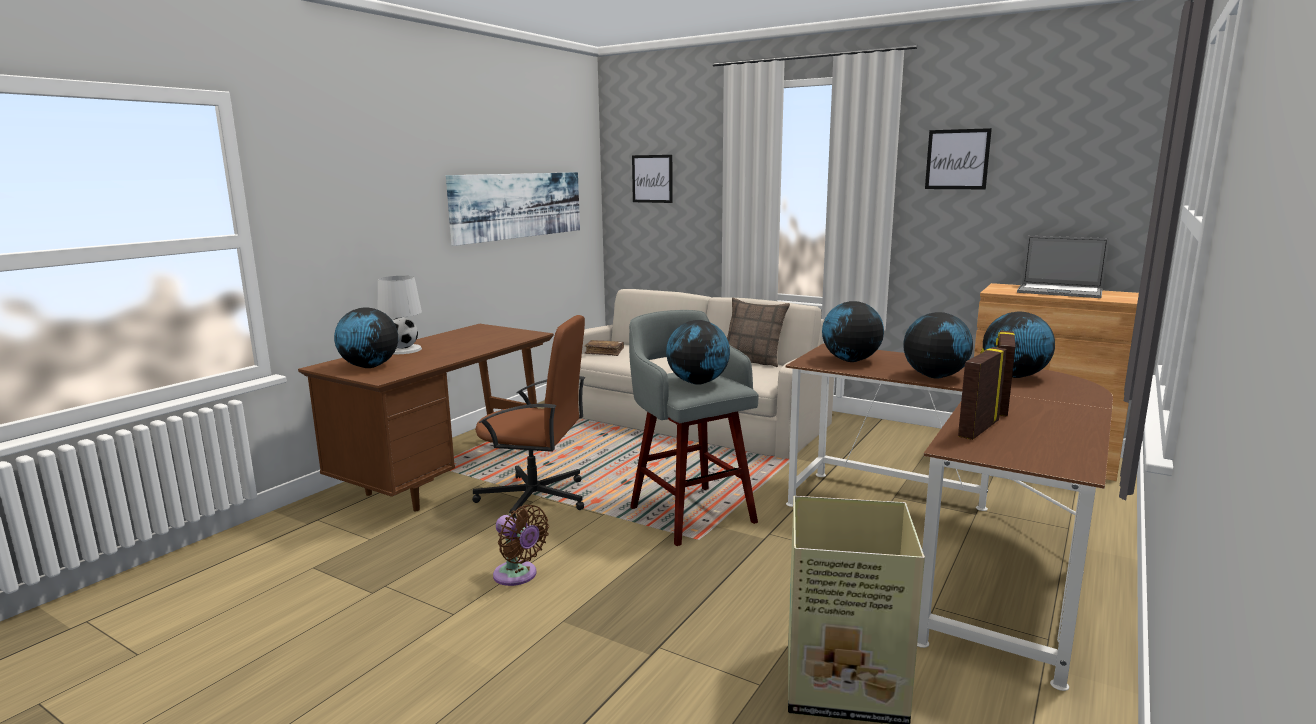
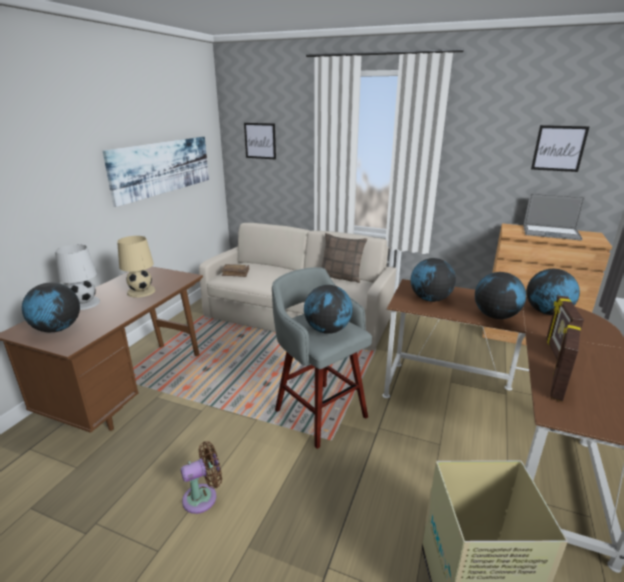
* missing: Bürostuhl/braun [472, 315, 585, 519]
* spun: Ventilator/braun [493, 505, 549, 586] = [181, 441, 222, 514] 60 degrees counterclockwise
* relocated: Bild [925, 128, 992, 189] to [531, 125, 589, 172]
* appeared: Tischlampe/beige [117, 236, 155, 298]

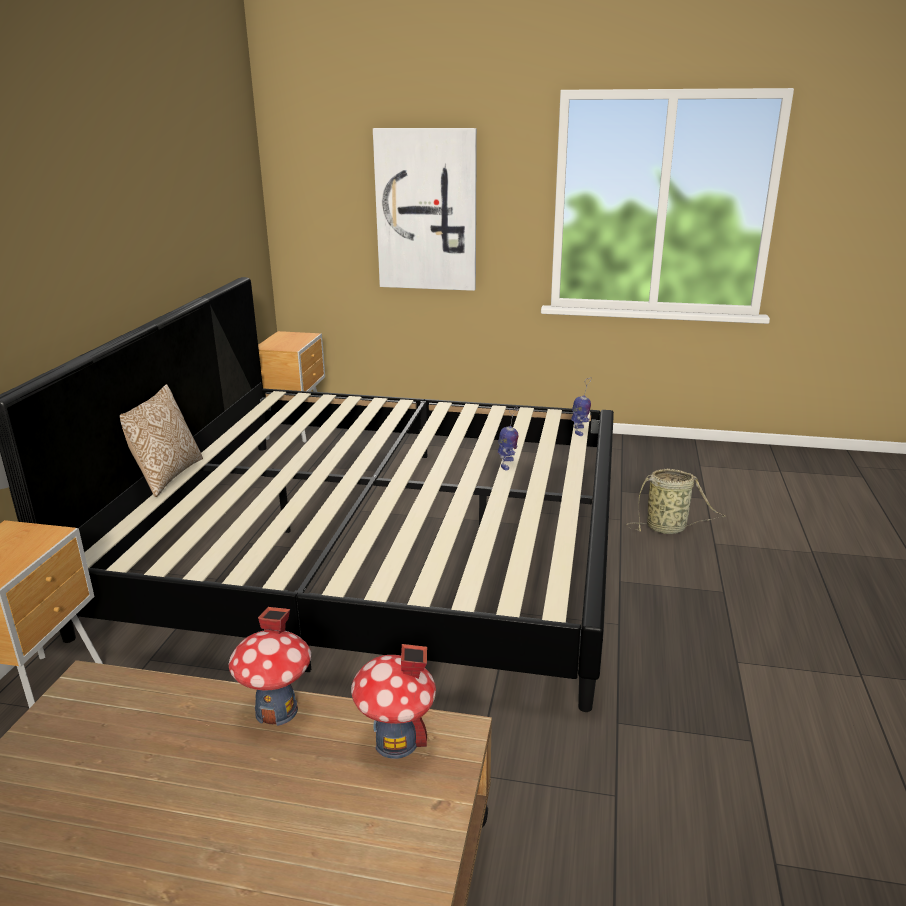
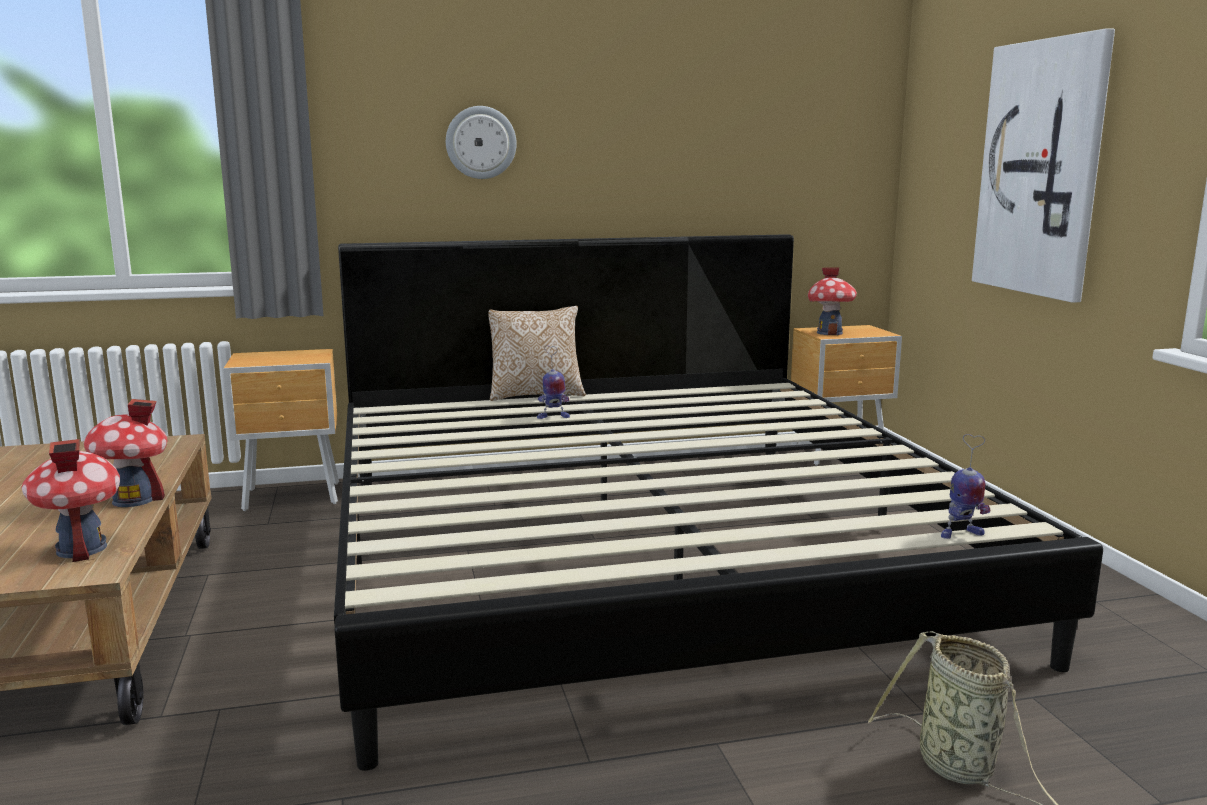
* relocated: Spielzeugroboter [498, 407, 519, 470] to [537, 345, 570, 419]
* appeared: Wanduhr [446, 106, 517, 179]
* appeared: Spielzeughaus [808, 267, 857, 335]

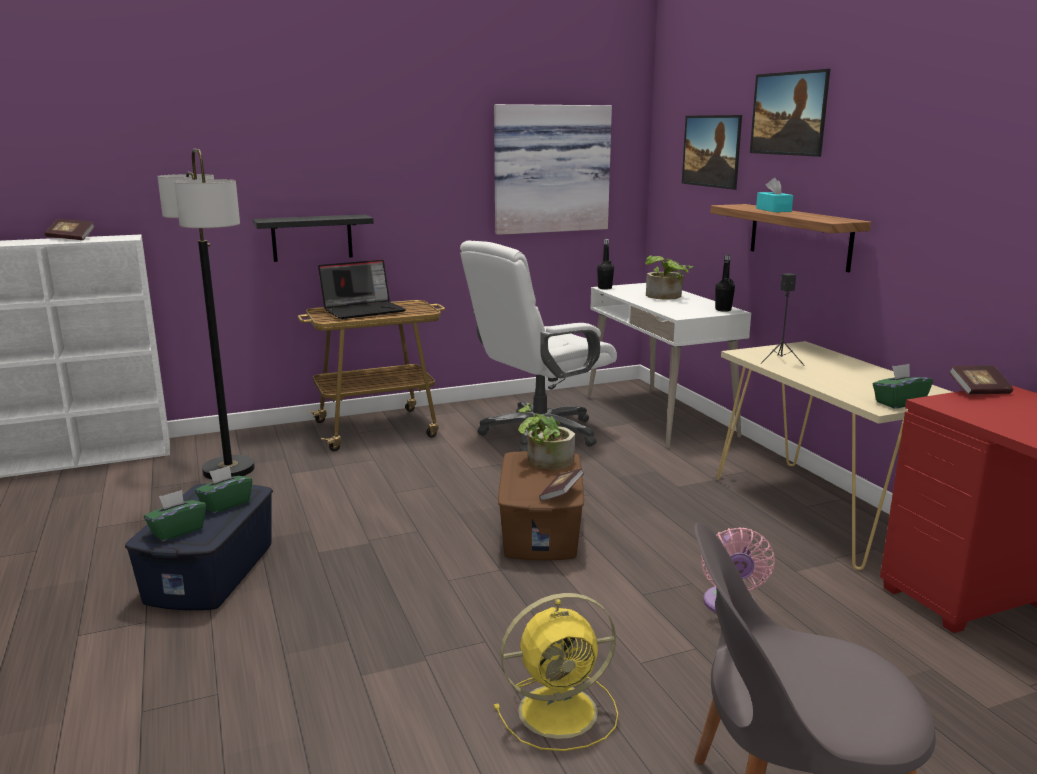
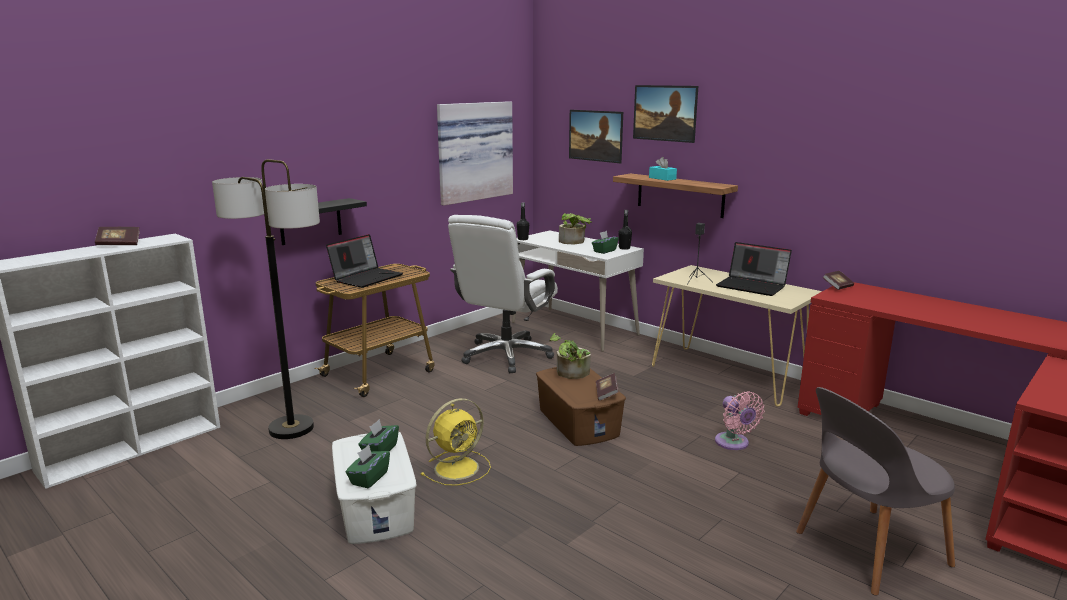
* colour: Aufbewahrungsbox/blau [125, 483, 273, 610] to Aufbewahrungsbox/weiß [332, 432, 417, 544]
* relocated: Ventilator/gelb [494, 593, 618, 751] to [420, 398, 491, 486]
* relocated: Taschentuchbox/grün [873, 364, 933, 408] to [592, 231, 619, 254]
* appeared: Laptop [716, 242, 792, 296]

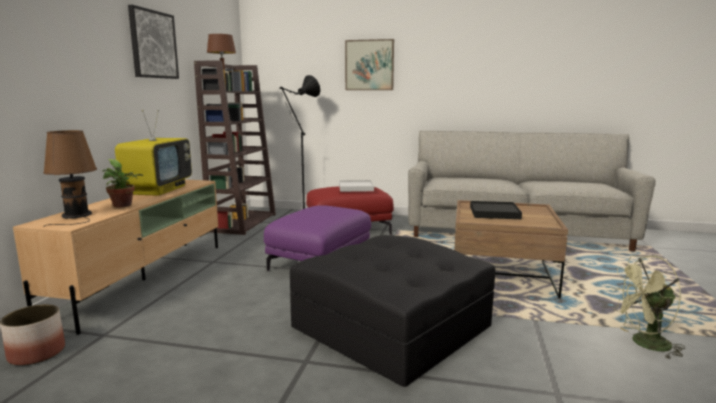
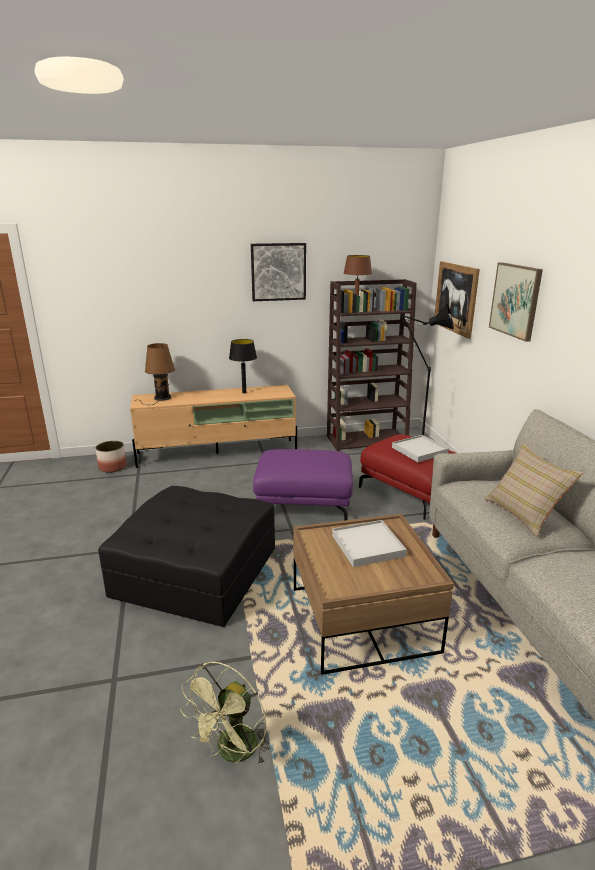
* missing: Topfpflanze [102, 159, 143, 207]
* exchanged: Fernseher [115, 110, 192, 196] to Tischlampe/schwarz [229, 339, 257, 393]
* colour: Tablett/schwarz [470, 201, 522, 219] to Tablett/weiß [332, 520, 407, 567]
* spun: Ventilator/grün [611, 255, 685, 359] = [180, 662, 270, 765] 120 degrees counterclockwise
* appeared: Bild [435, 261, 480, 339]
* appeared: Kissen/beige [484, 443, 583, 537]

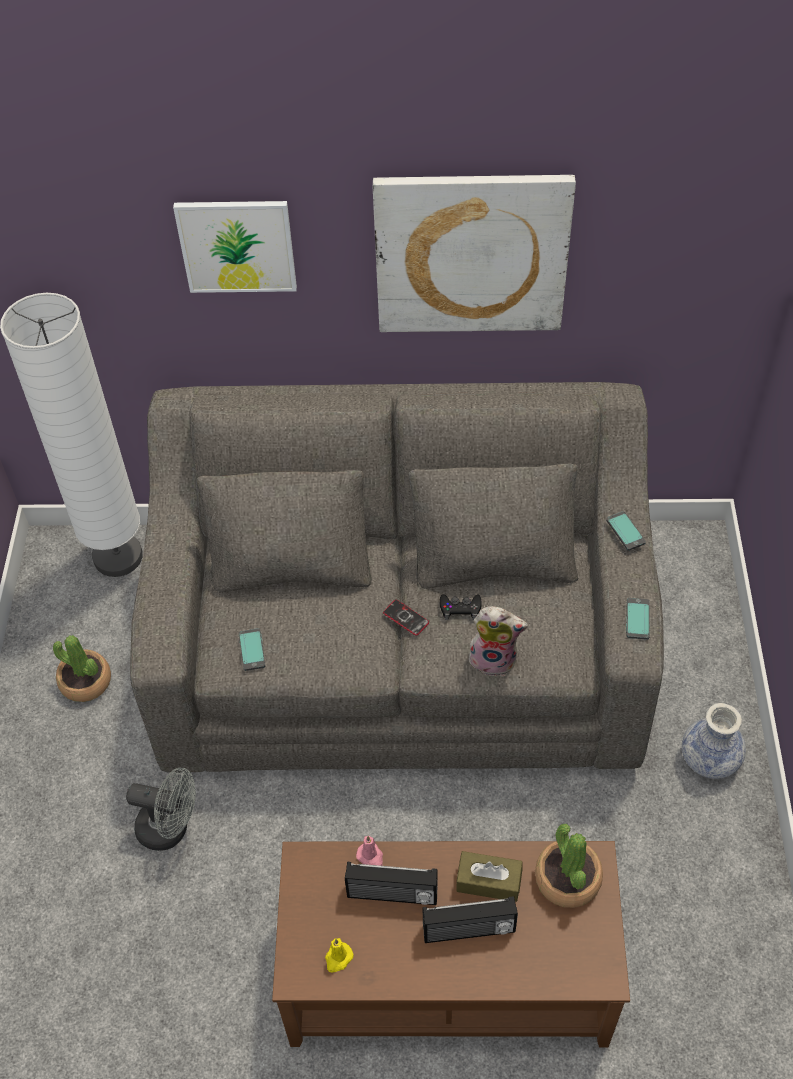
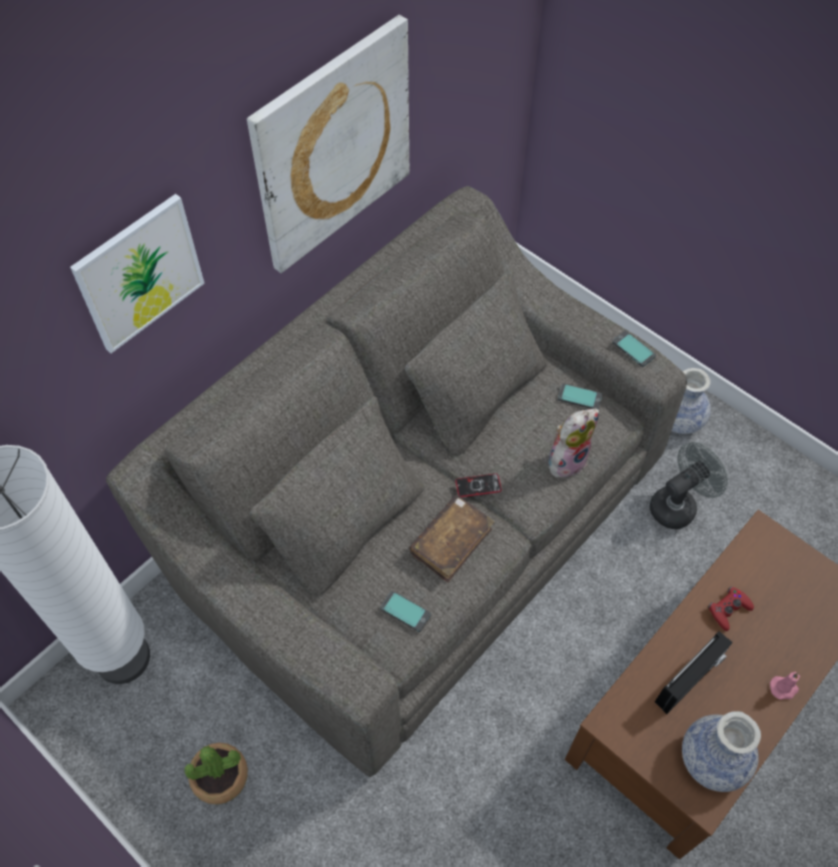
* relocated: Ventilator/grau [126, 768, 196, 851] to [649, 442, 728, 529]
* exchanged: Kerze/gelb [325, 938, 354, 973] to Vase [682, 711, 761, 792]
* relocated: Kerze/rosa [356, 836, 383, 866] to [770, 672, 800, 700]
* missing: Radio [423, 896, 518, 943]
* missing: Gamepad/schwarz [440, 594, 482, 620]
* exchanged: Taschentuchbox/braun [456, 851, 523, 902] to Gamepad/rot [708, 586, 754, 631]
* missing: Topfpflanze [535, 824, 603, 908]
* relocated: Handy [606, 511, 646, 551] to [558, 384, 603, 409]
* appeared: Buch/braun [409, 495, 494, 583]

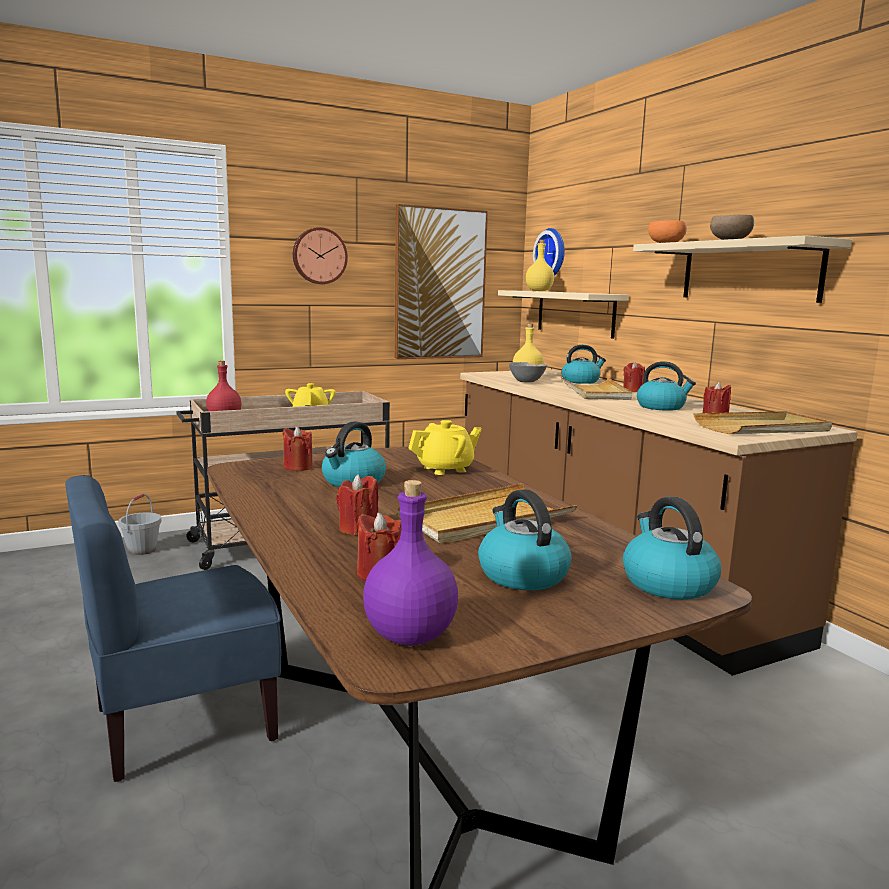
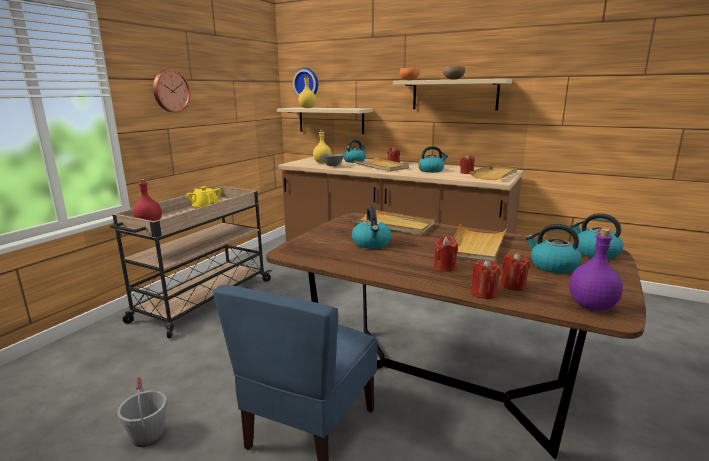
* relocated: Eimer/grau [118, 494, 162, 555] to [117, 376, 168, 447]
* relocated: Kerze/rot [282, 426, 313, 471] to [471, 259, 500, 299]
* missing: Bild [394, 204, 488, 359]
* exchanged: Teekanne/gelb [408, 420, 482, 475] to Tablett/beige [350, 210, 435, 235]

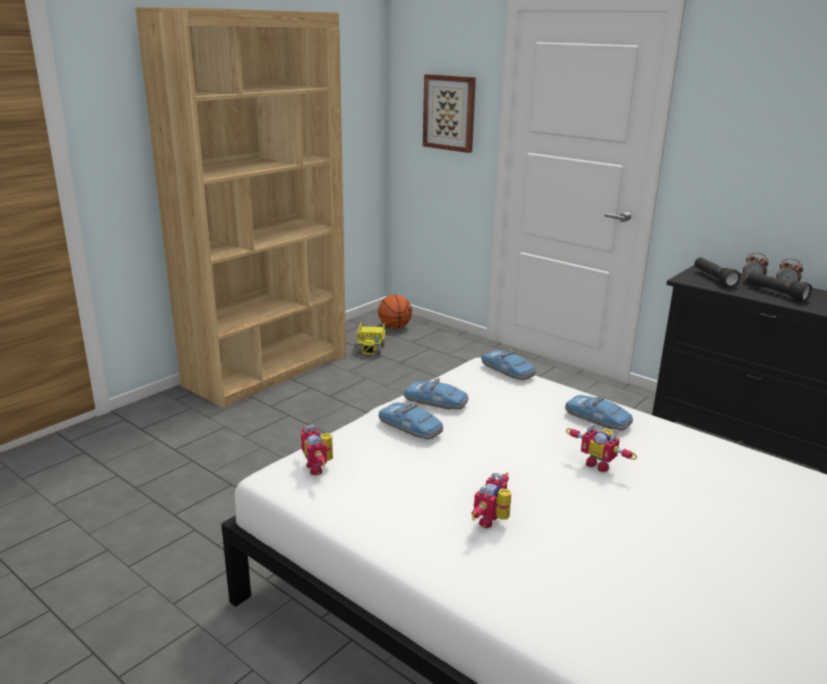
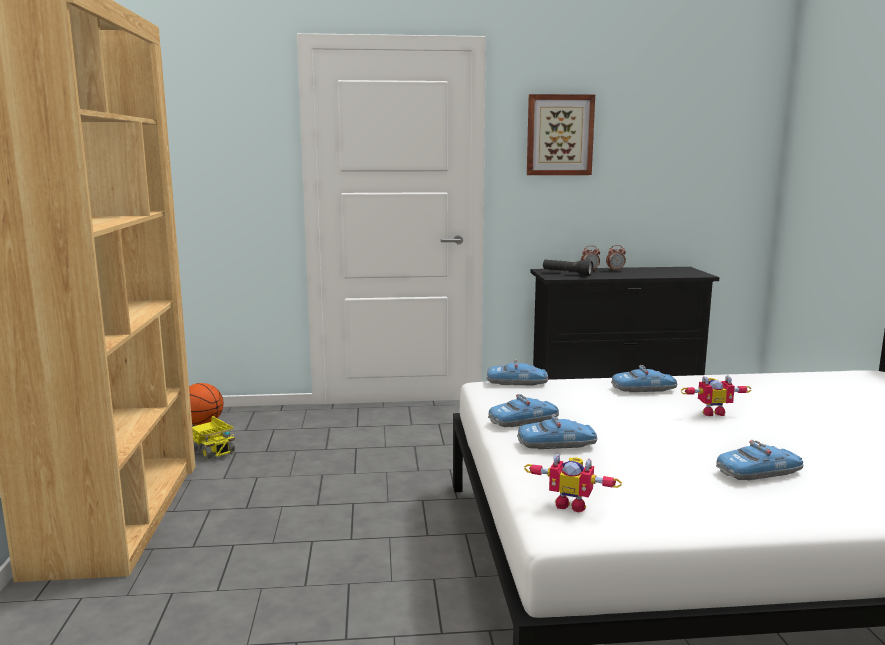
* relocated: Bild [423, 74, 476, 153] to [527, 94, 595, 175]
* exchanged: Spielzeugroboter [471, 472, 511, 528] to Spielzeugauto [716, 440, 803, 481]
* missing: Taschenlampe/schwarz [747, 272, 812, 302]

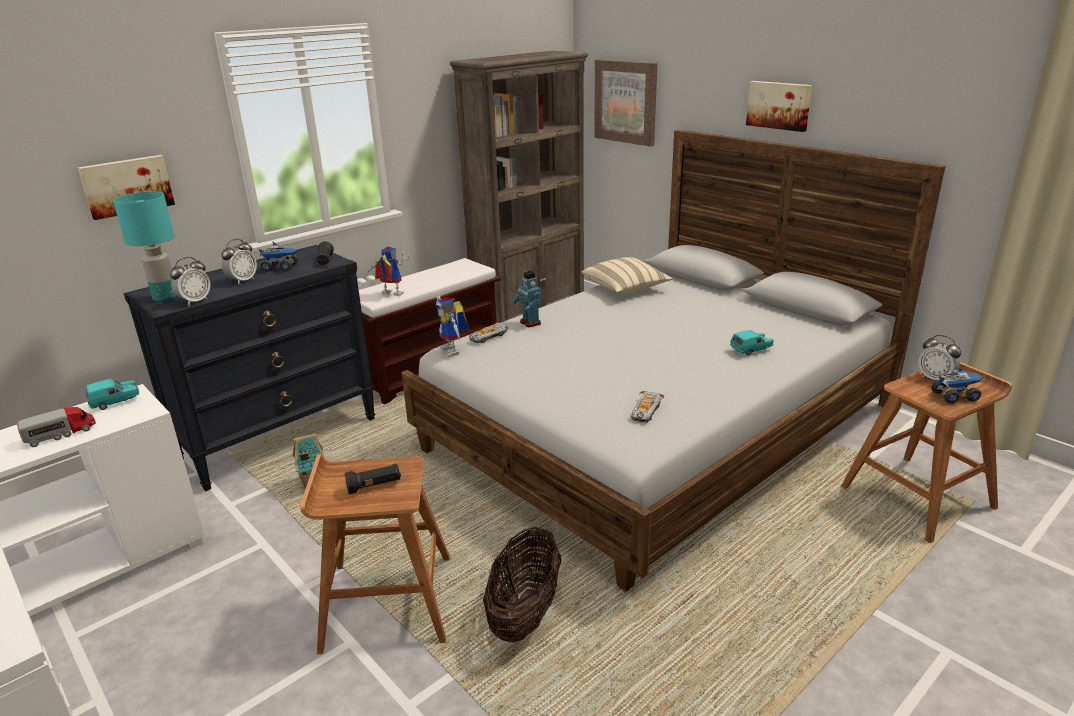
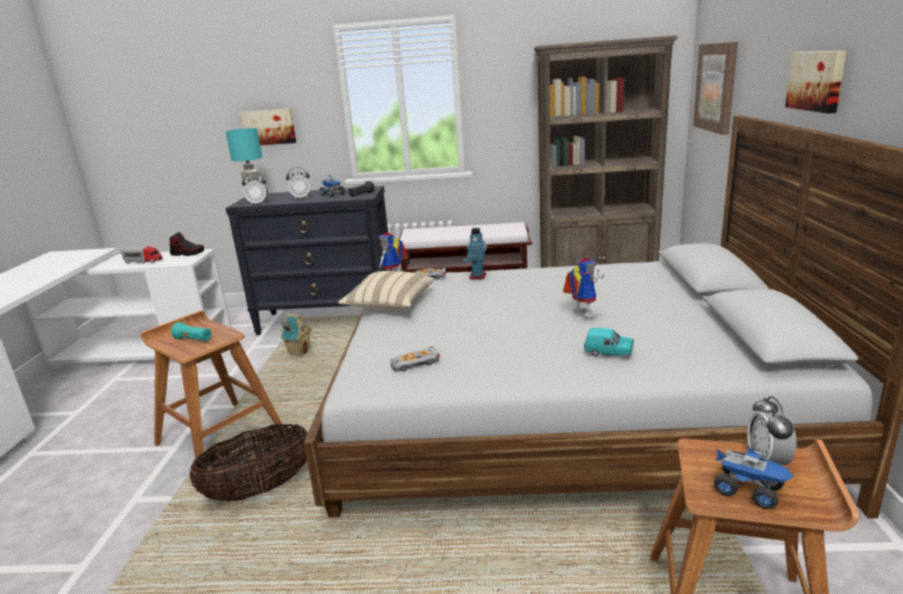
* exchanged: Spielzeugauto/türkis [86, 379, 139, 410] to Schuh [170, 232, 204, 256]
* colour: Taschenlampe/schwarz [345, 463, 401, 494] to Taschenlampe/türkis [171, 322, 212, 341]
* relocated: Spielzeugroboter [367, 246, 409, 296] to [563, 258, 604, 319]
* relocated: Kissen/beige [581, 257, 673, 293] to [338, 271, 434, 310]

